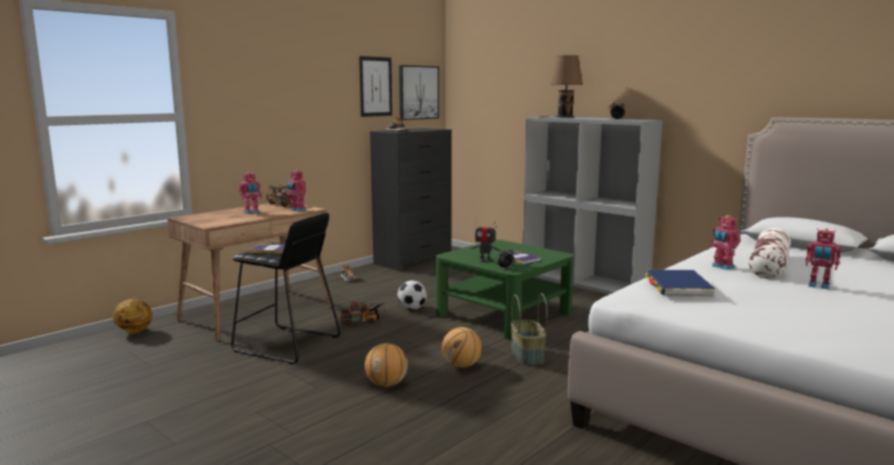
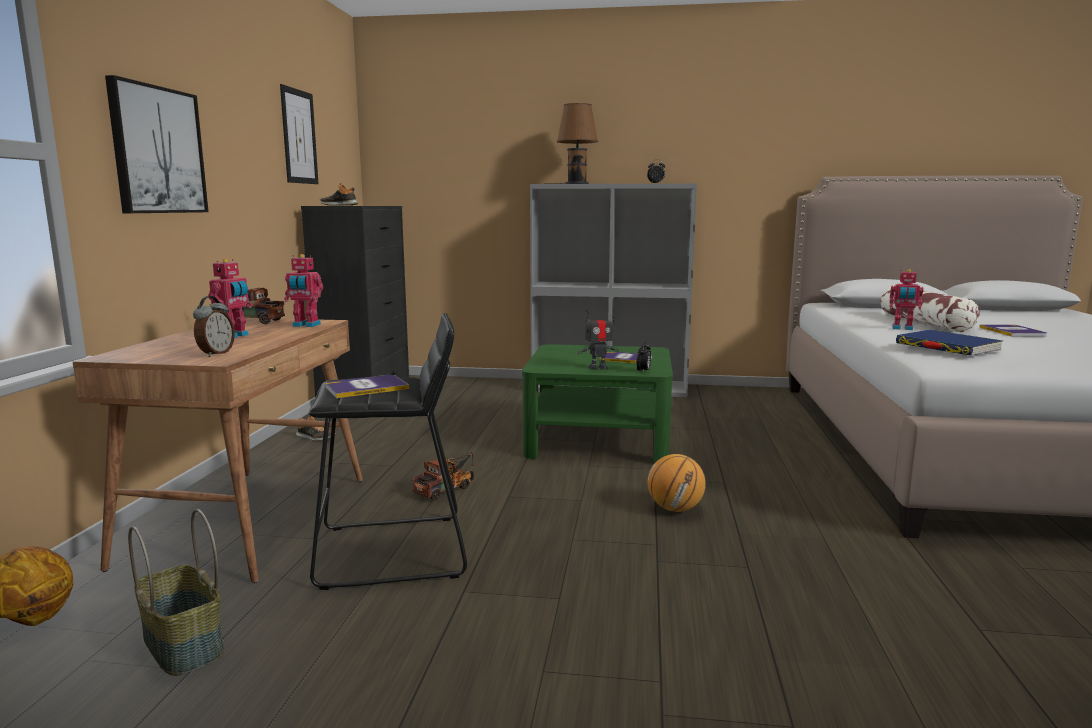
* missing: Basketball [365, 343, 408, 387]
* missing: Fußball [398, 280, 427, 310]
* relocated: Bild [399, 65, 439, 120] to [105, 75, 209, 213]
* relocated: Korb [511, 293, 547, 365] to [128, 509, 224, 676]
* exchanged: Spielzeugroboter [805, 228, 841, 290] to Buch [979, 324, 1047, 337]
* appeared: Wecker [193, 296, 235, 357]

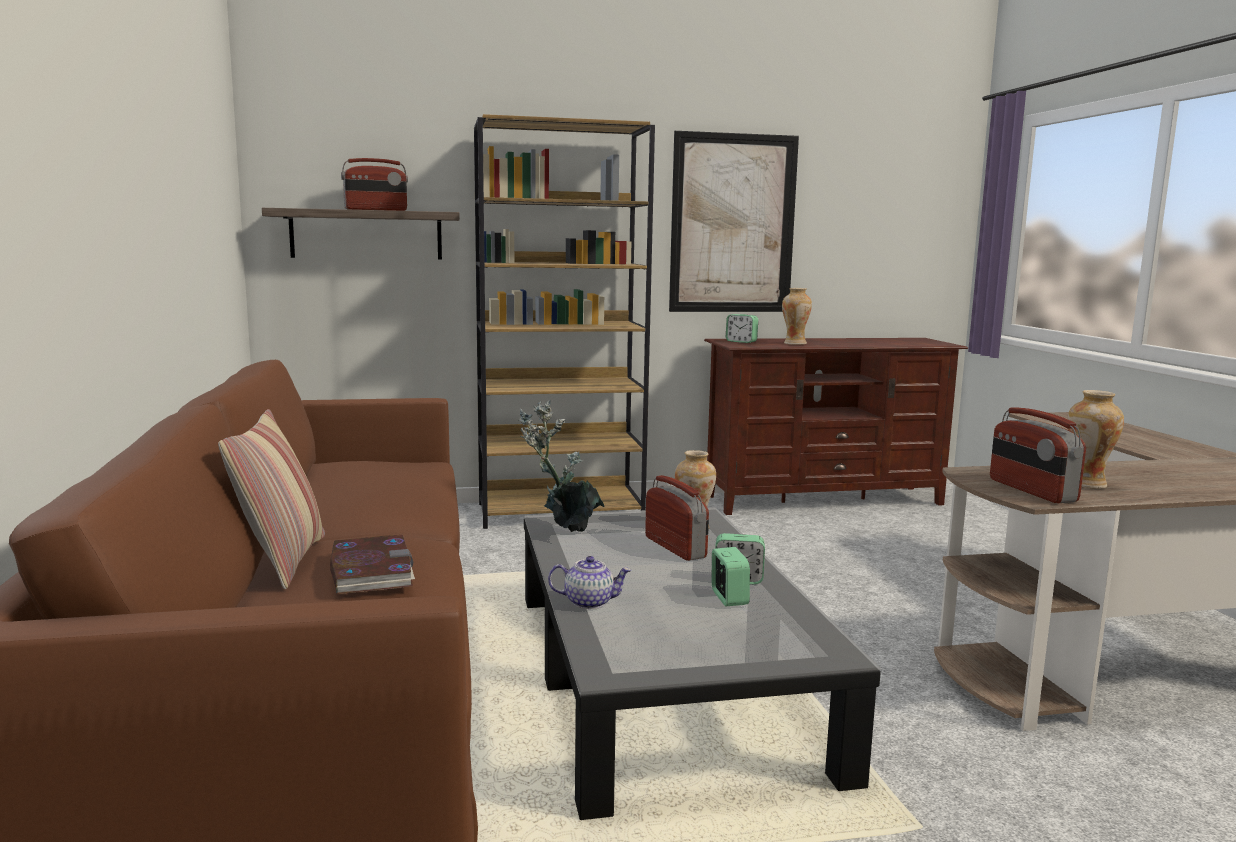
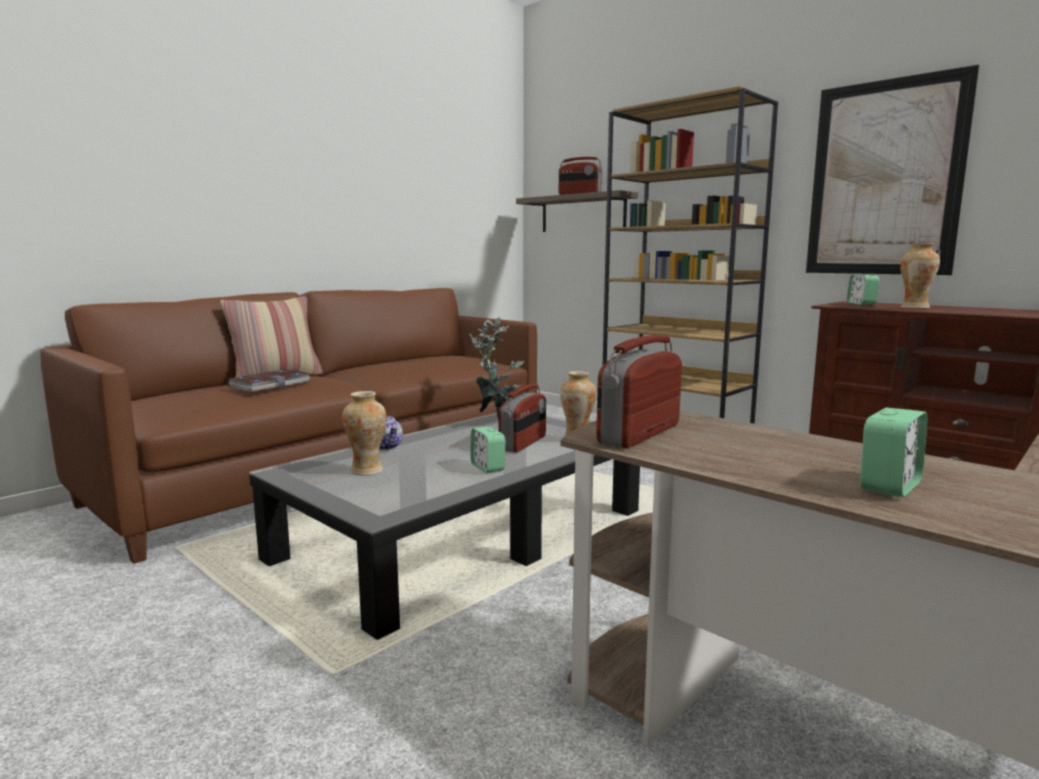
* relocated: Wecker [712, 547, 750, 606] to [860, 408, 928, 497]
* relocated: Vase [1067, 390, 1124, 489] to [342, 391, 386, 476]

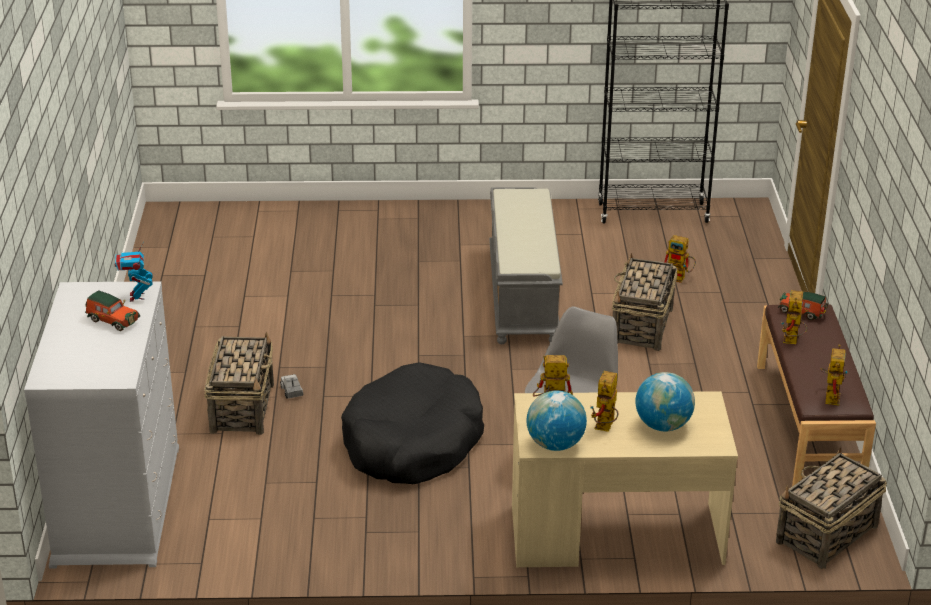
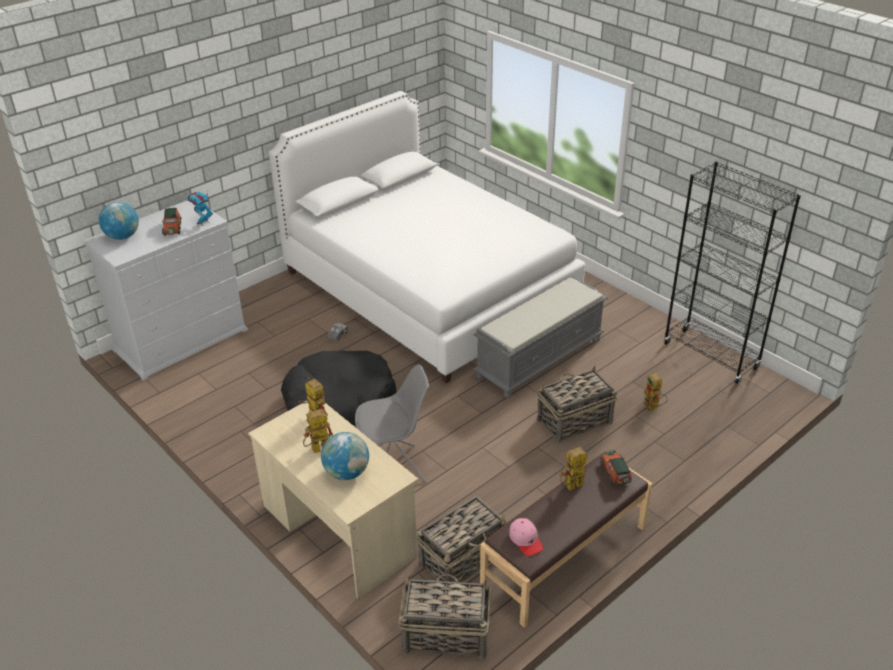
* relocated: Korb [204, 332, 274, 435] to [417, 496, 507, 582]
* relocated: Globus [526, 391, 587, 451] to [99, 202, 139, 240]
* exchanged: Spielzeugroboter [820, 344, 848, 405] to Kappe/rosa [509, 518, 543, 556]
* appeared: Bett/weiß [269, 91, 585, 384]

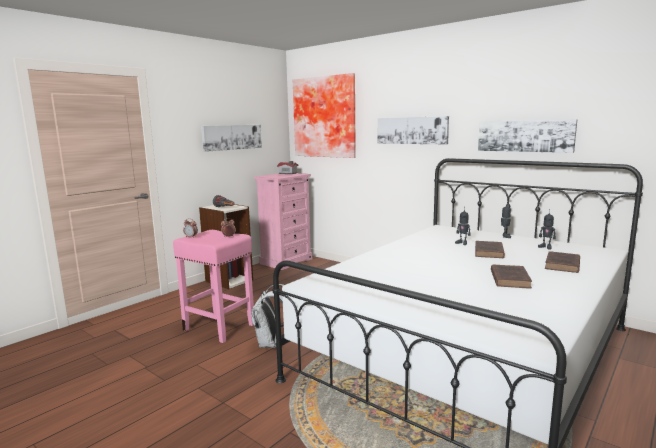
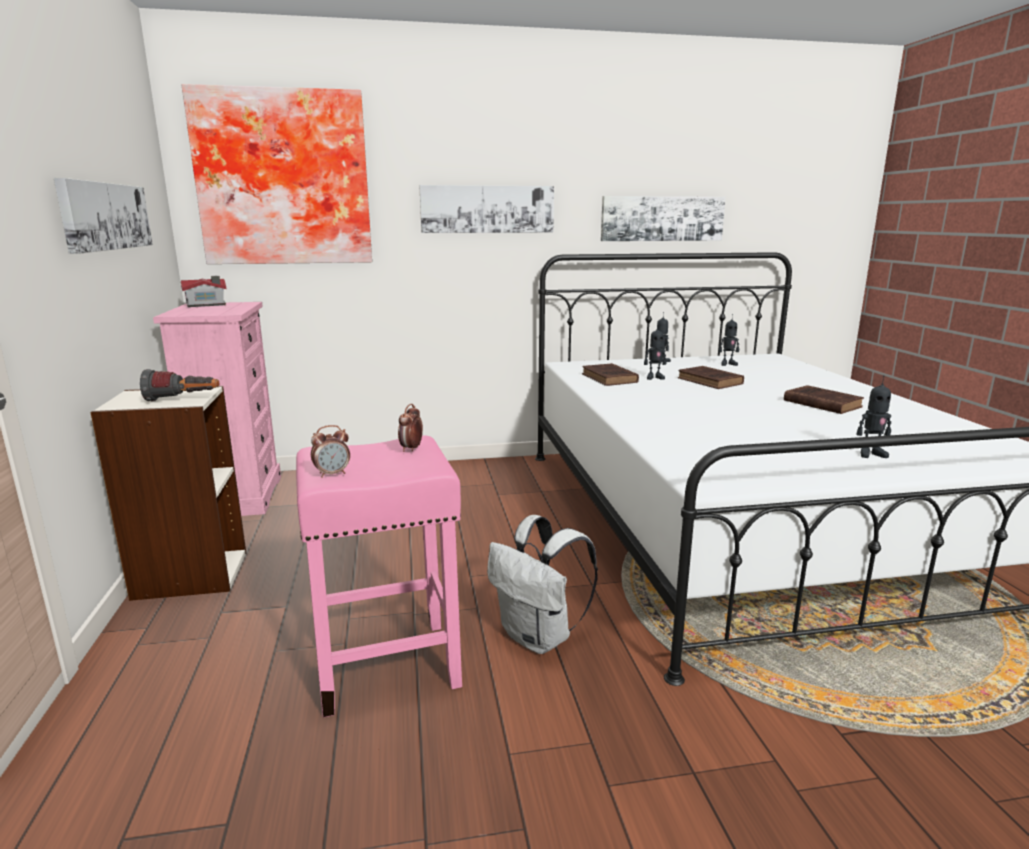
* relocated: Buch/braun [545, 251, 580, 273] to [582, 363, 639, 386]
* appeared: Spielzeugroboter [856, 375, 892, 458]

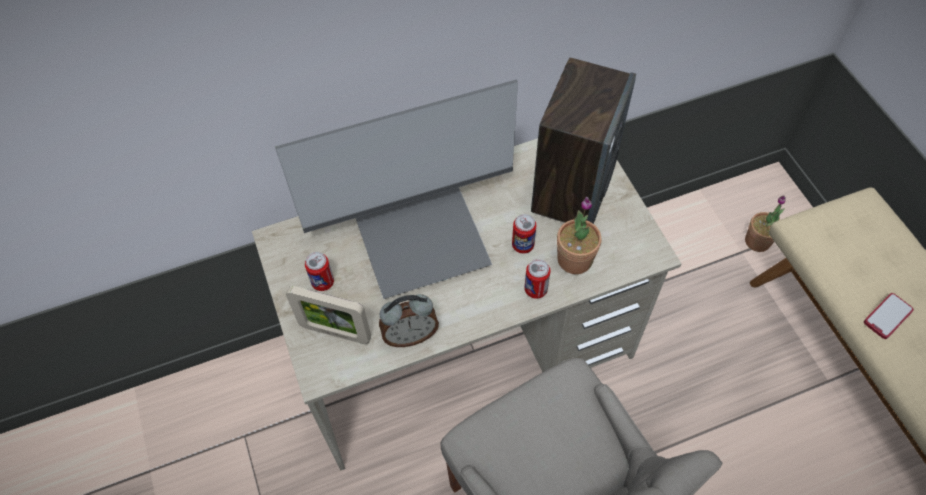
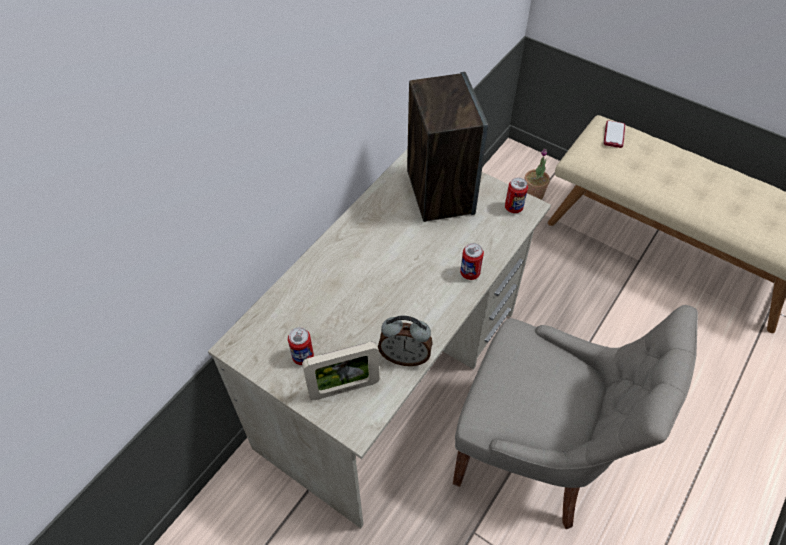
* missing: Monitor [275, 79, 518, 299]
* spun: Wecker [379, 294, 439, 347] = [378, 316, 433, 366] 60 degrees clockwise
* relocated: Dose [512, 214, 536, 254] to [505, 178, 528, 213]
* missing: Topfpflanze [557, 197, 601, 274]
* relocated: Handy [864, 293, 914, 339] to [604, 121, 625, 148]

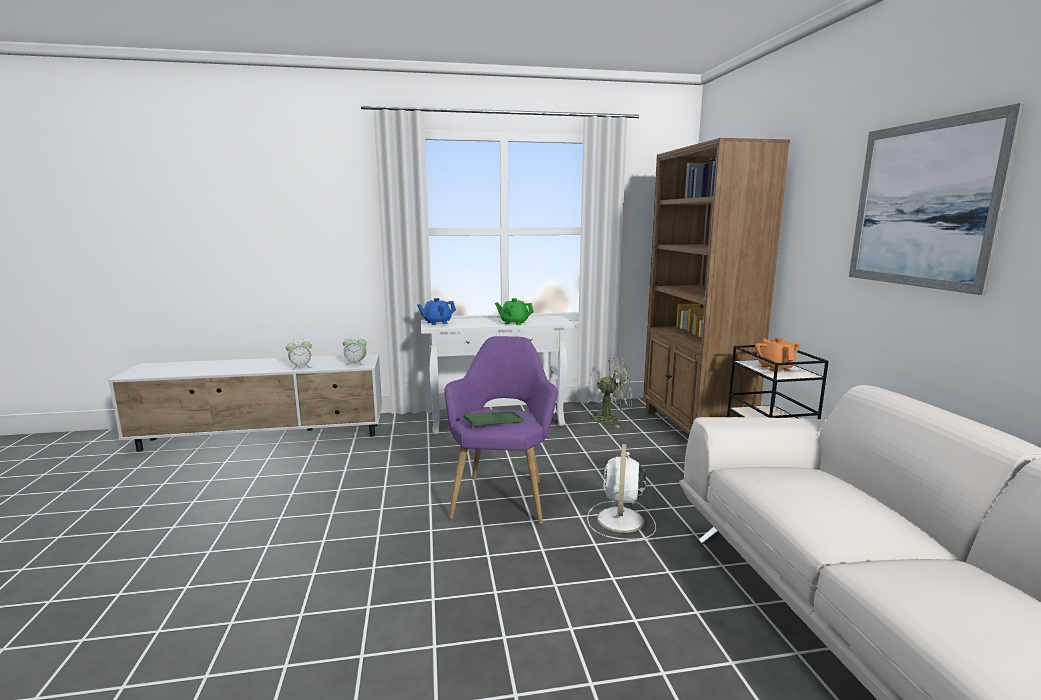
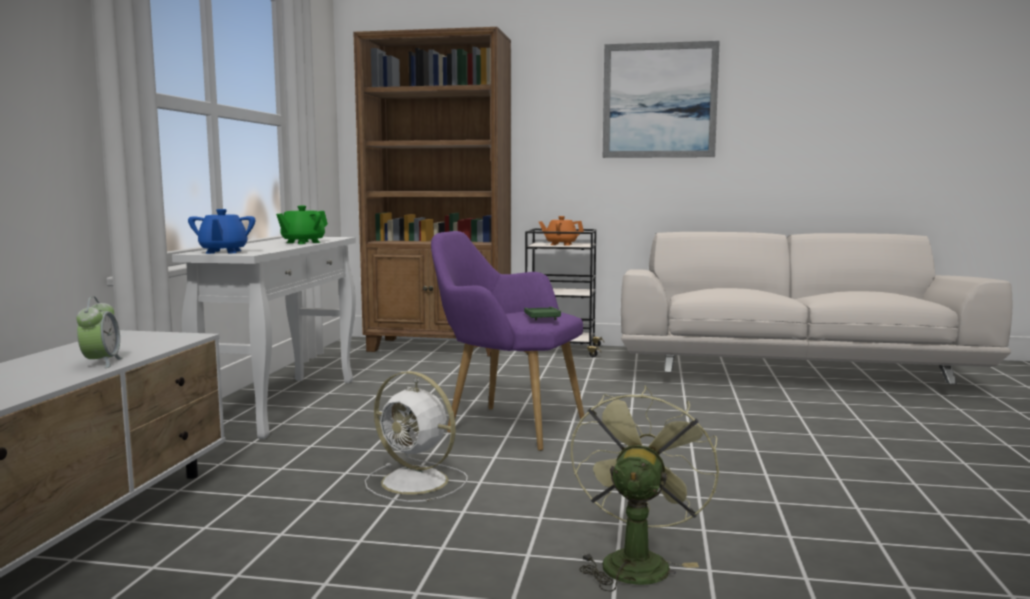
* missing: Wecker [343, 336, 367, 365]
* relocated: Ventilator/grün [587, 356, 632, 428] to [571, 385, 719, 592]
* relocated: Ventilator/weiß [587, 444, 656, 540] to [365, 371, 468, 502]

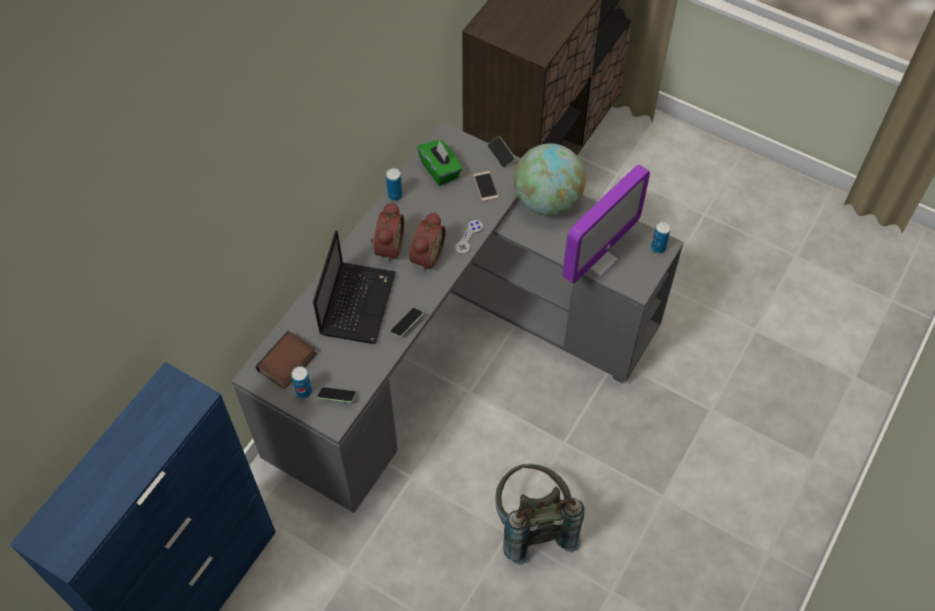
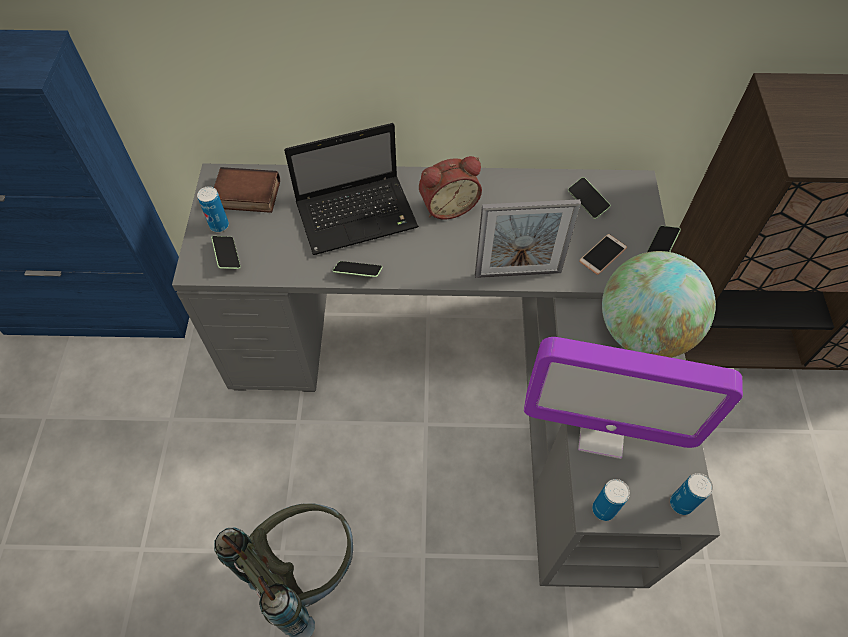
* relocated: Dose [386, 168, 402, 201] to [592, 479, 630, 521]
* missing: Wecker [408, 212, 446, 272]
* exchanged: Taschentuchbox/grün [417, 140, 462, 186] to Handy [568, 177, 611, 219]
* exchanged: Gamepad/grau [455, 220, 483, 254] to Bilderrahmen [475, 199, 581, 278]

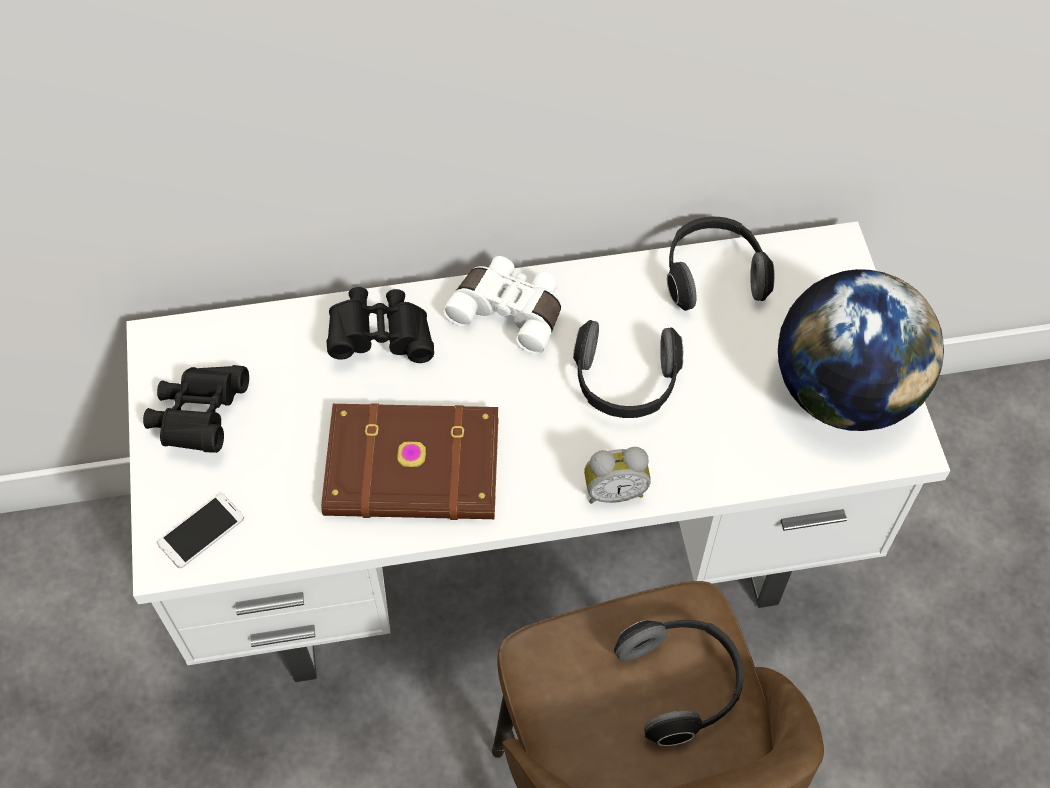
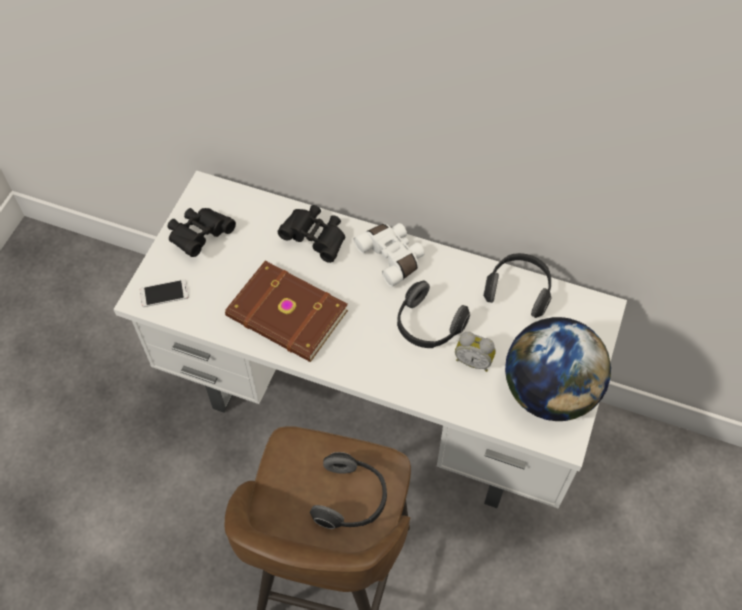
* relocated: Wecker [584, 447, 651, 504] to [455, 332, 496, 372]

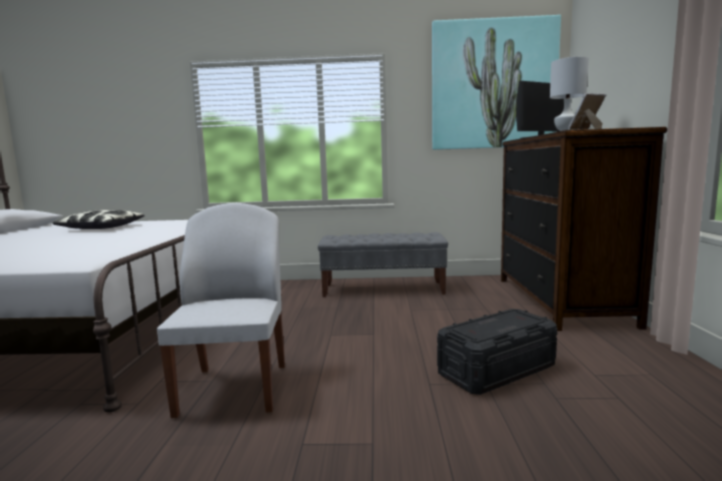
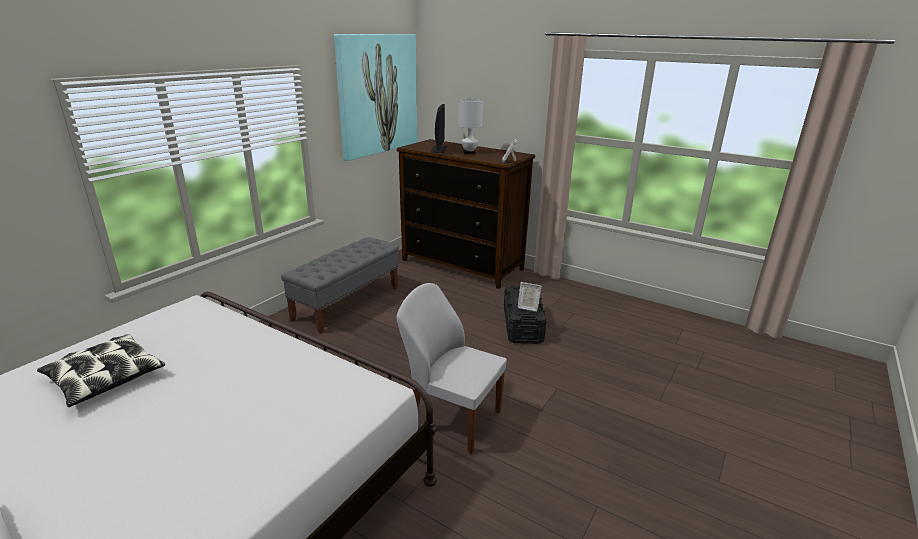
* appeared: Bilderrahmen [518, 282, 542, 312]

